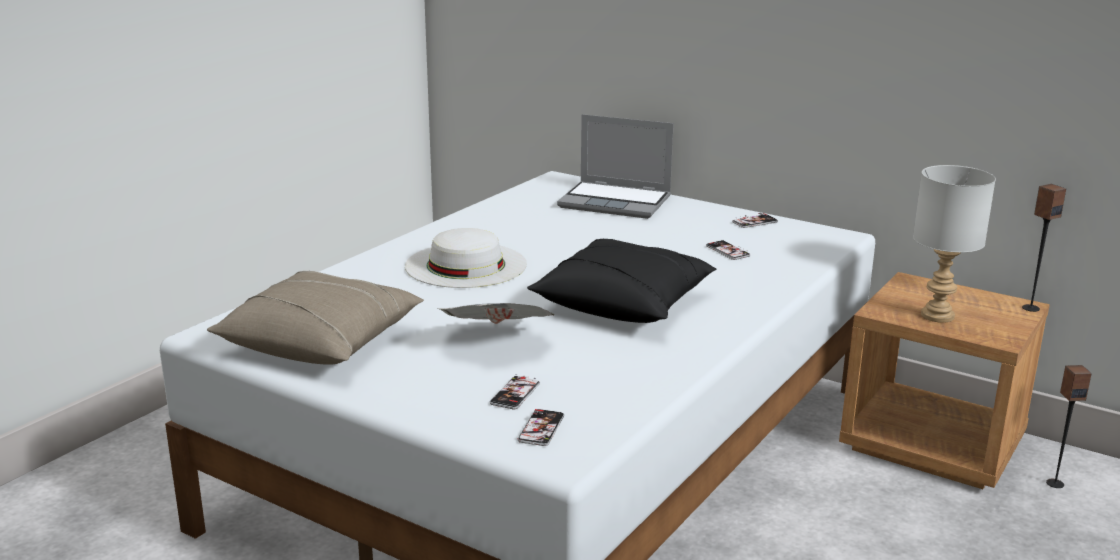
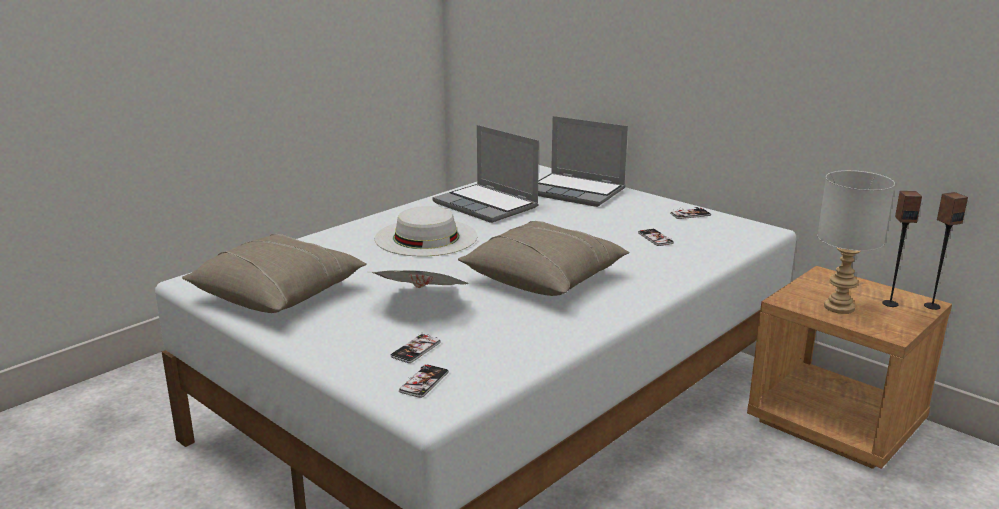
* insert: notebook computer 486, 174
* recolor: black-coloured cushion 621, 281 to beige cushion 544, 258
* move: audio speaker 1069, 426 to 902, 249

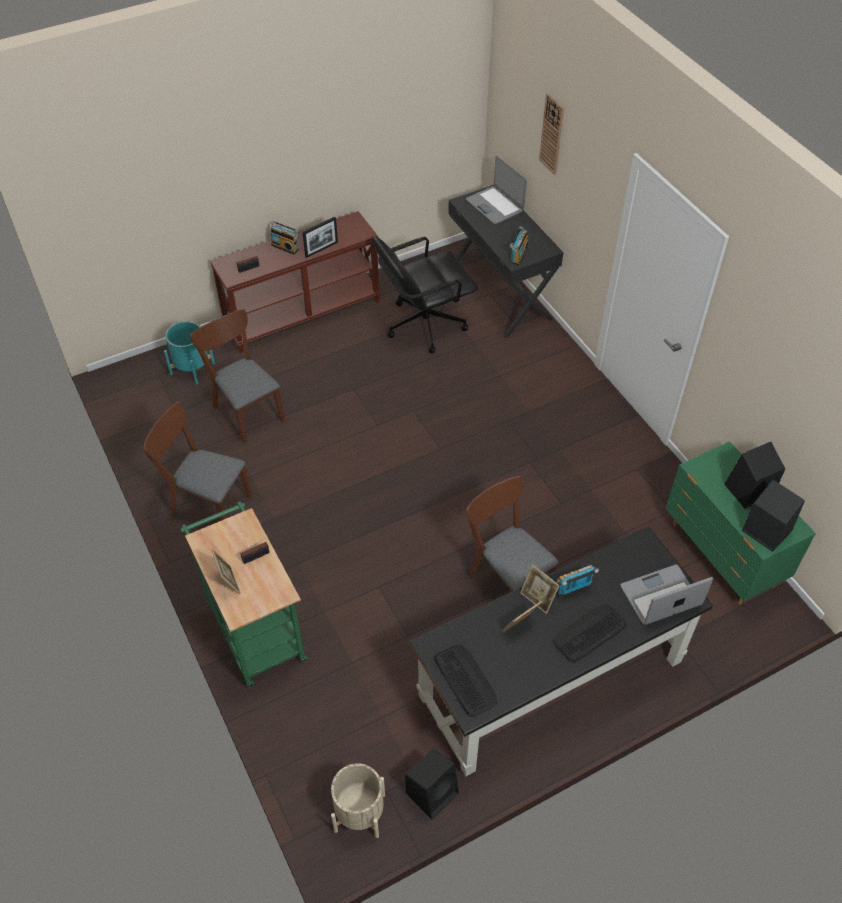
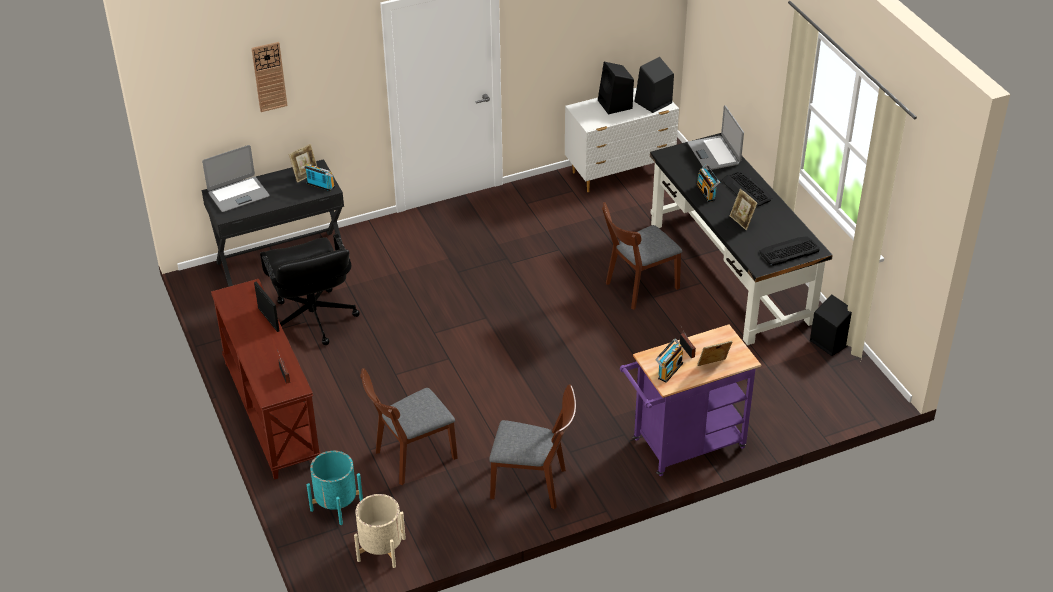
* move: picture frame 540, 589 to 303, 163
* move: beige planter 358, 800 to 380, 531
* rotate: brown upright chair 198, 461 = 532, 447 105 degrees counterclockwise
* recolor: greenish dresser 740, 523 to white-coloured dresser 622, 140
* recolor: greenish wheeled cart 244, 595 to purplish wheeled cart 690, 400
* move: radio receiver 285, 238 to 669, 360

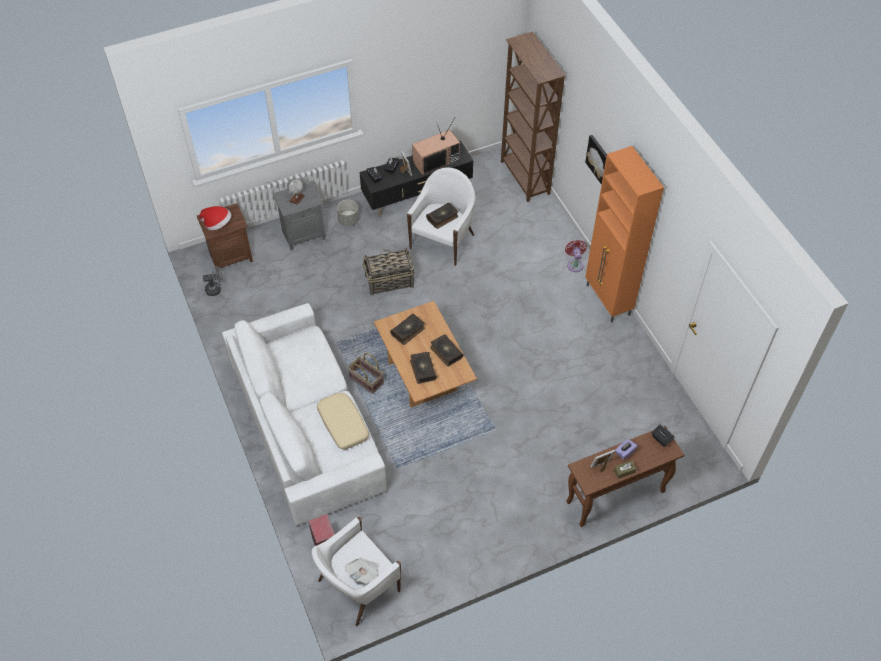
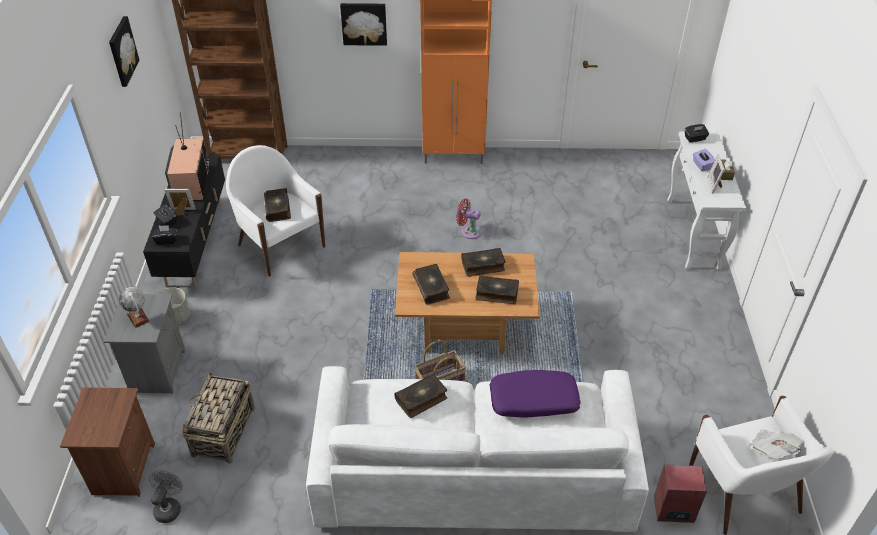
* insert: wall picture 124, 51
* move: storage basket 388, 272 to 218, 418
* insert: bound book 420, 396
* move: red-coloured cooling fan 576, 256 to 469, 219
* recolor: beige cushion 343, 421 to purplish cushion 535, 394
* recolor: brown narrow table 625, 476 to white-coloured narrow table 706, 200
* delete: wearable hat 215, 218

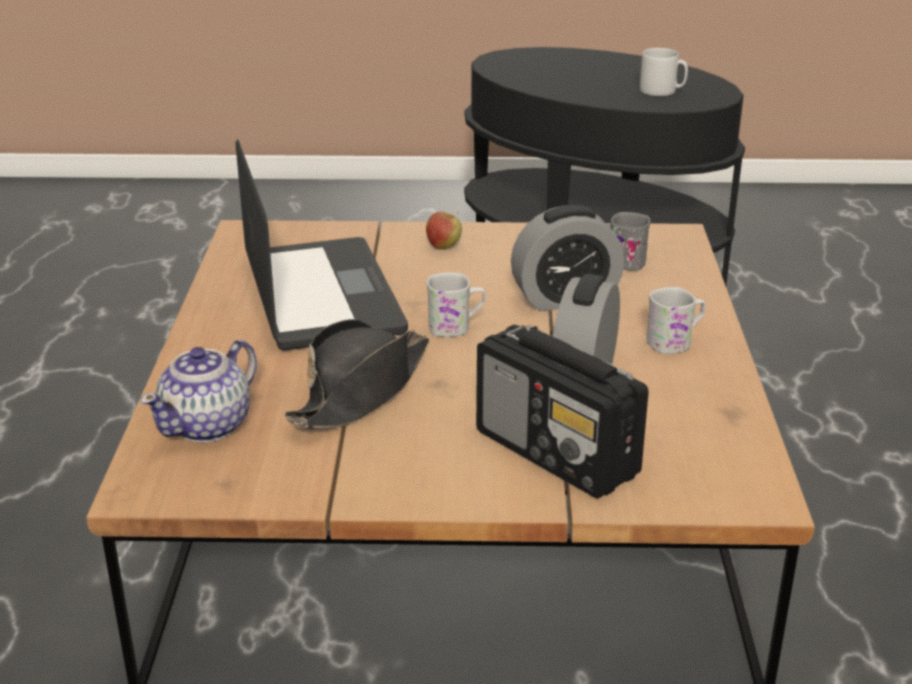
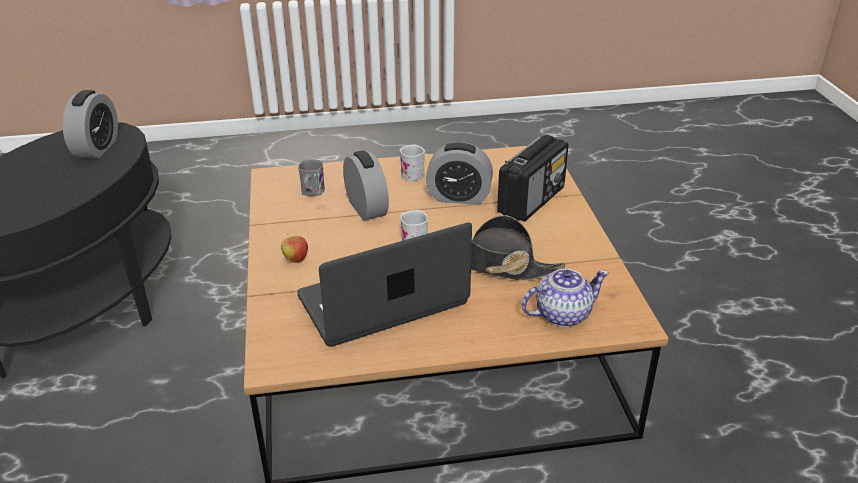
* replace: greyish tea mug 664, 72 to bedside clock 90, 124
* rotate: tea pot 198, 391 = 565, 298 45 degrees counterclockwise

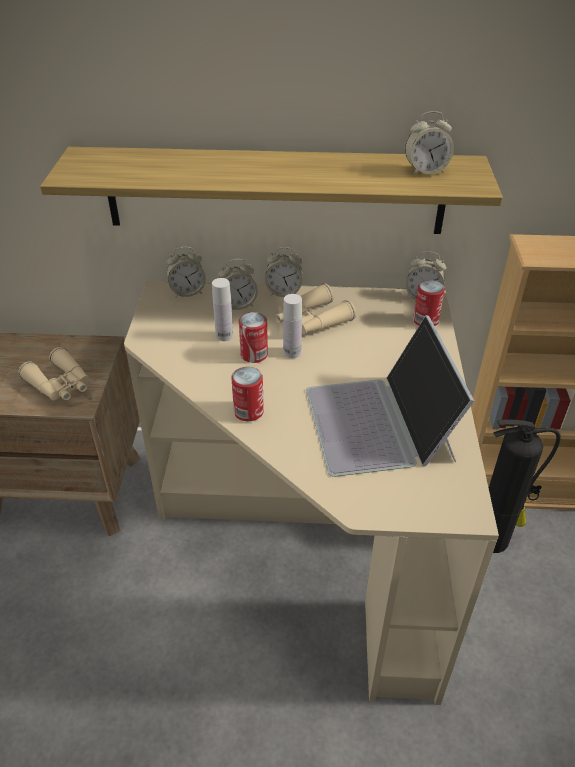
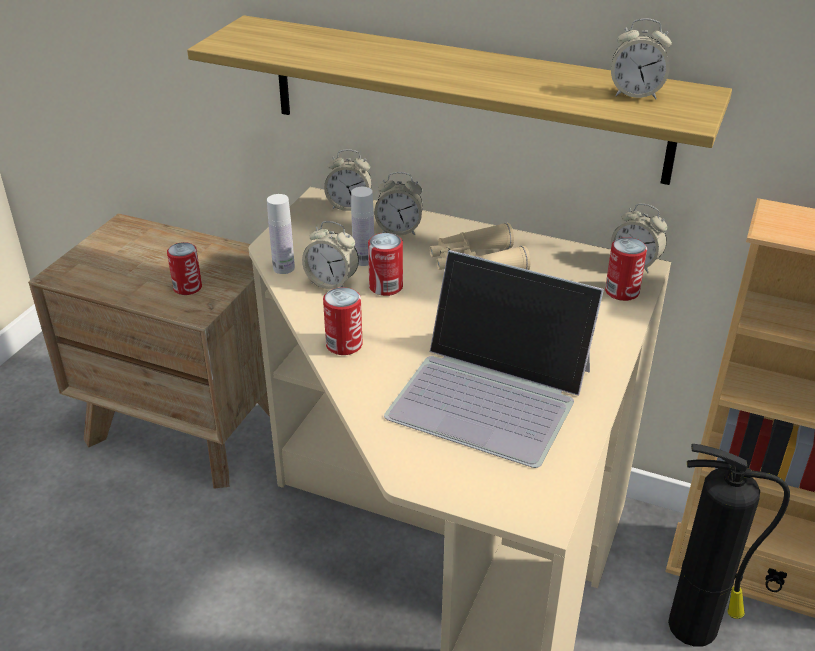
* replace: beige field glasses 54, 374 to sealed can 184, 268
* move: white-coloured drink bottle 292, 326 to 281, 234
* move: bedside clock 283, 272 to 330, 255
* rotate: notebook computer 390, 396 = 494, 359 75 degrees counterclockwise

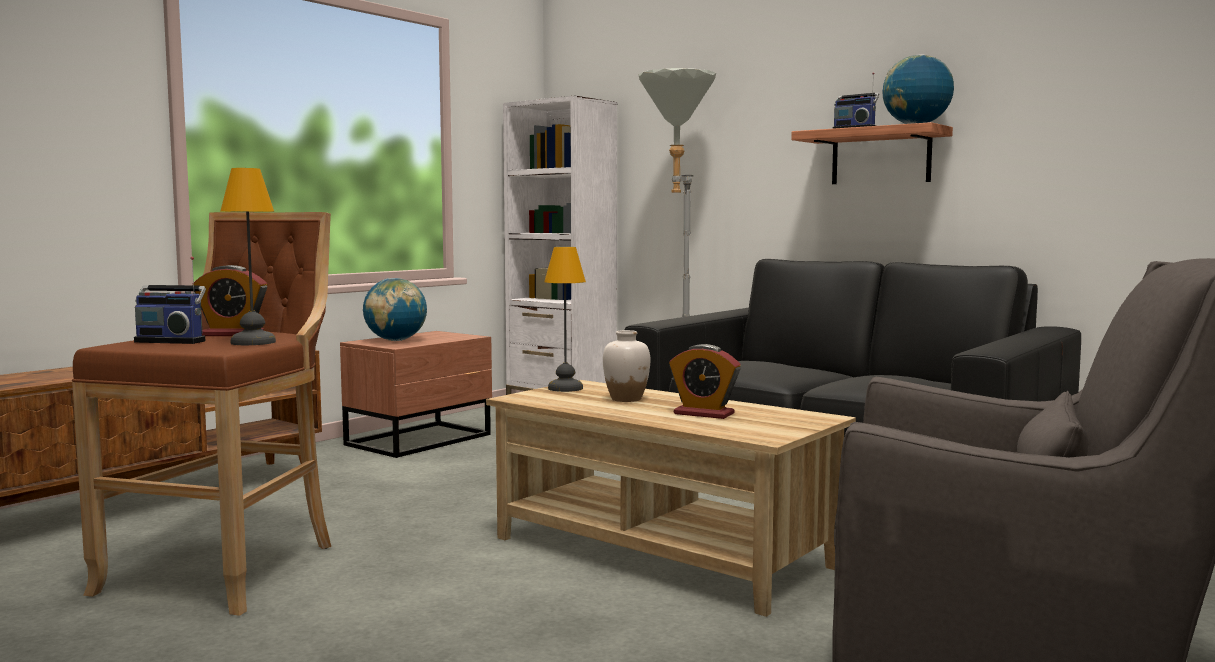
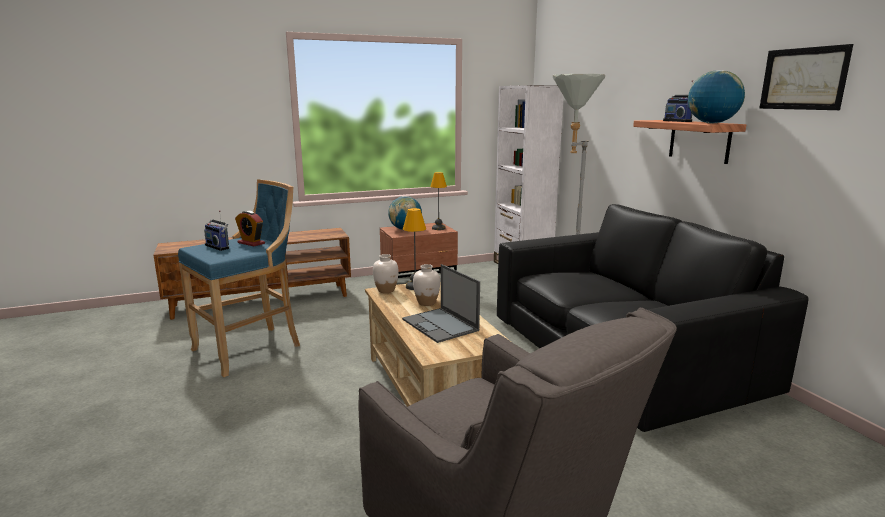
* recolor: brown sitting stool 201, 414 to blue sitting stool 239, 278
* insert: white-coloured decorative vase 386, 273
* replace: bedside clock 705, 381 to notebook computer 441, 303
* move: tabletop lamp 248, 256 to 438, 201
* insert: wall picture 806, 77

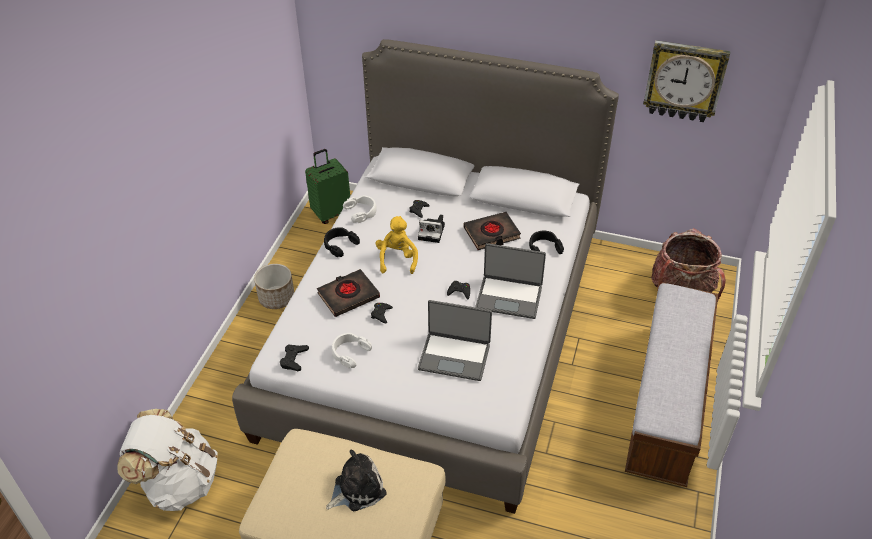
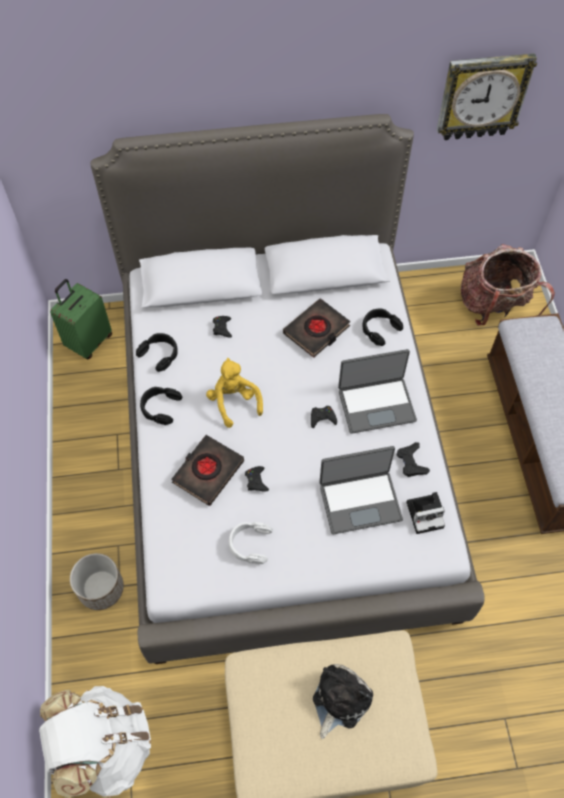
* move: planter 274, 286 to 97, 581
* recolor: white-coloured pair of headphones 360, 209 to black-coloured pair of headphones 157, 352
* move: black-coloured game controller 294, 358 to 413, 459
* move: photo camera 431, 228 to 425, 513

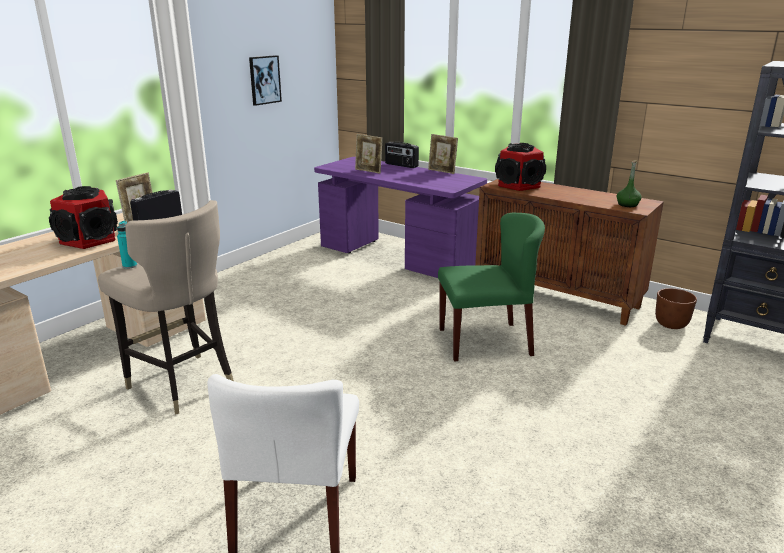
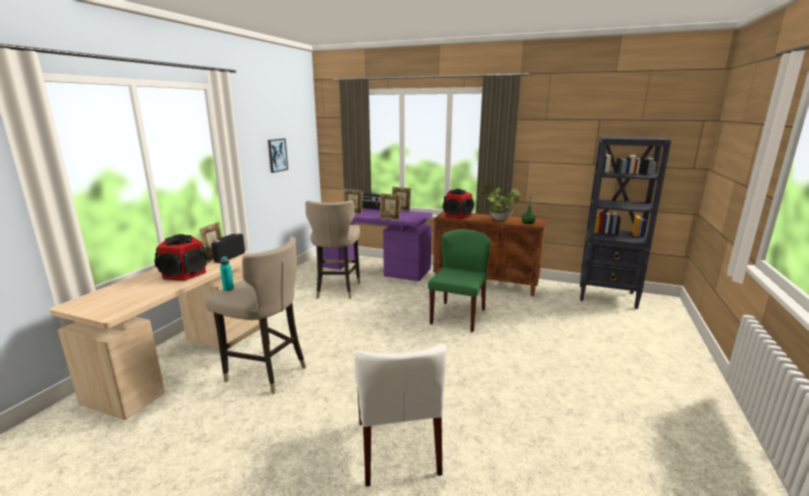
* insert: beige sitting stool 332, 249
* insert: picture frame 390, 206
* rotate: greenish upright chair 491, 287 = 459, 280 45 degrees counterclockwise
* insert: houseplant 499, 203
* delete: brown planter 676, 308

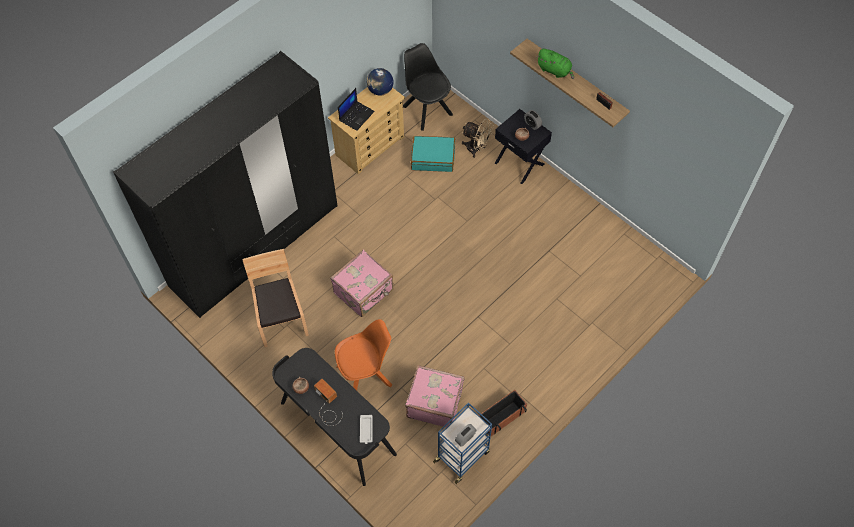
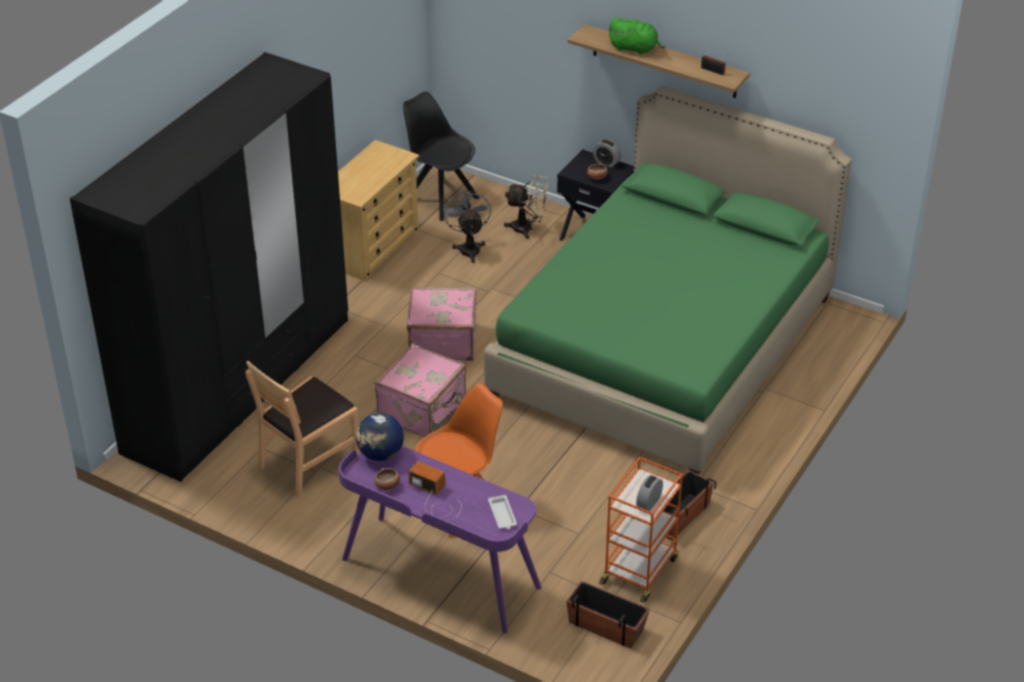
* rotate: brown upright chair 275, 298 = 303, 429 105 degrees counterclockwise
* recolor: black-coloured desk unit 334, 417 to purplish desk unit 440, 539
* move: desk globe 380, 82 to 380, 437
* move: pinkish travel case 434, 396 to 442, 324
* replace: blue-green travel case 433, 154 to greyish cooling fan 467, 226
* insert: greenish bed 668, 280
* insert: planter 608, 615
* recolor: blue wheeled cart 462, 443 to orange wheeled cart 641, 530
* delete: notebook computer 356, 109

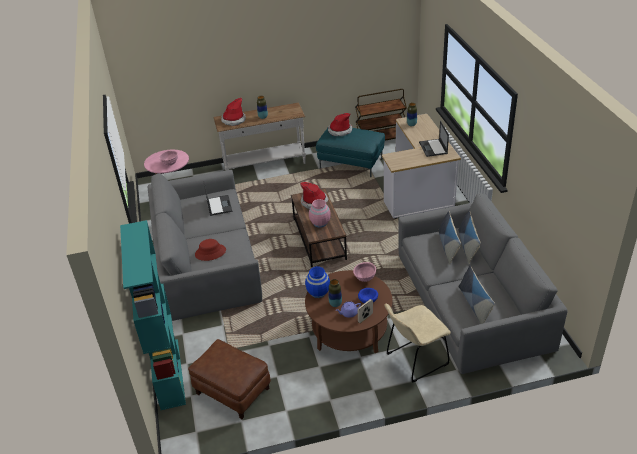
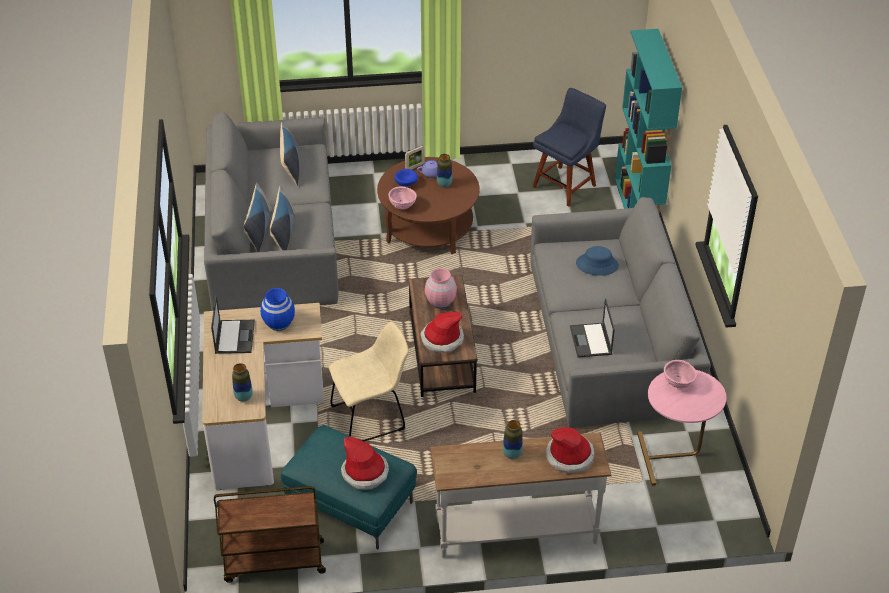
* move: blue decorative vase 317, 282 to 278, 309
* move: beige upright chair 417, 343 to 369, 381
* replace: brown footrest 229, 379 to blue upright chair 569, 147
* recolor: red-coloured wearable hat 210, 250 to blue wearable hat 597, 261

